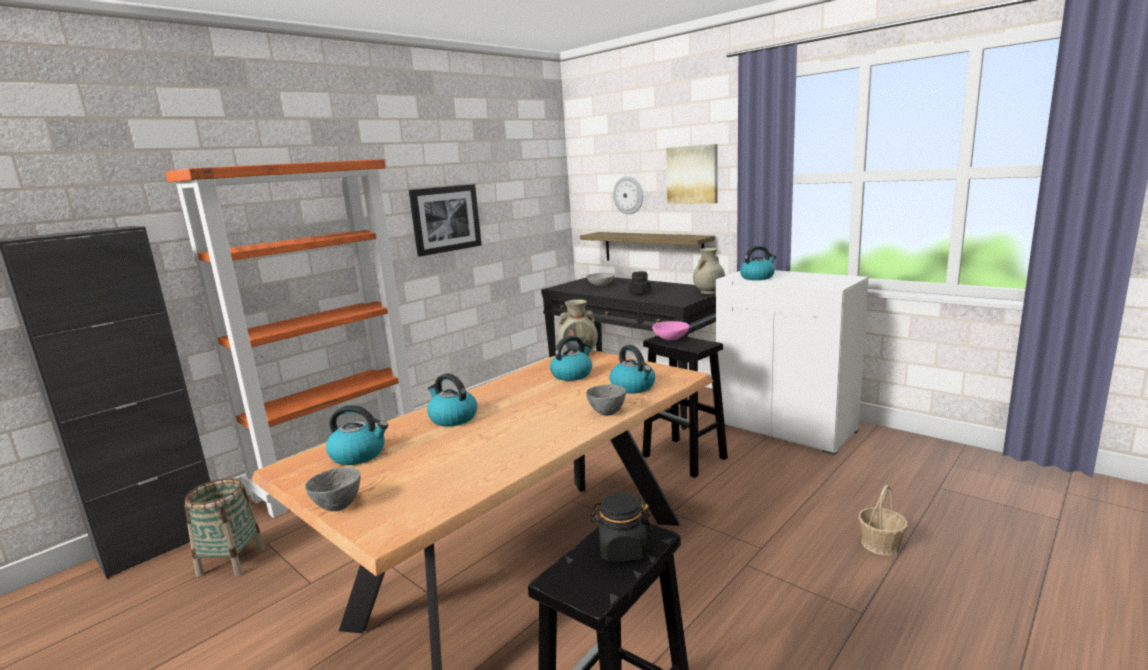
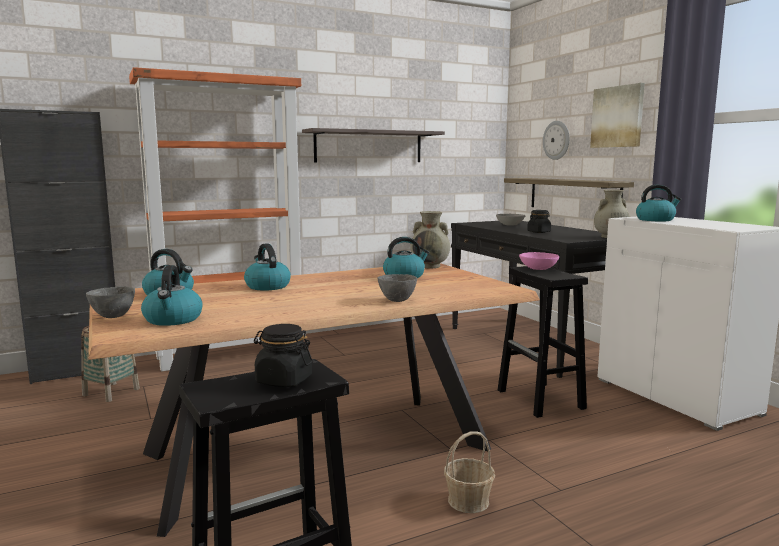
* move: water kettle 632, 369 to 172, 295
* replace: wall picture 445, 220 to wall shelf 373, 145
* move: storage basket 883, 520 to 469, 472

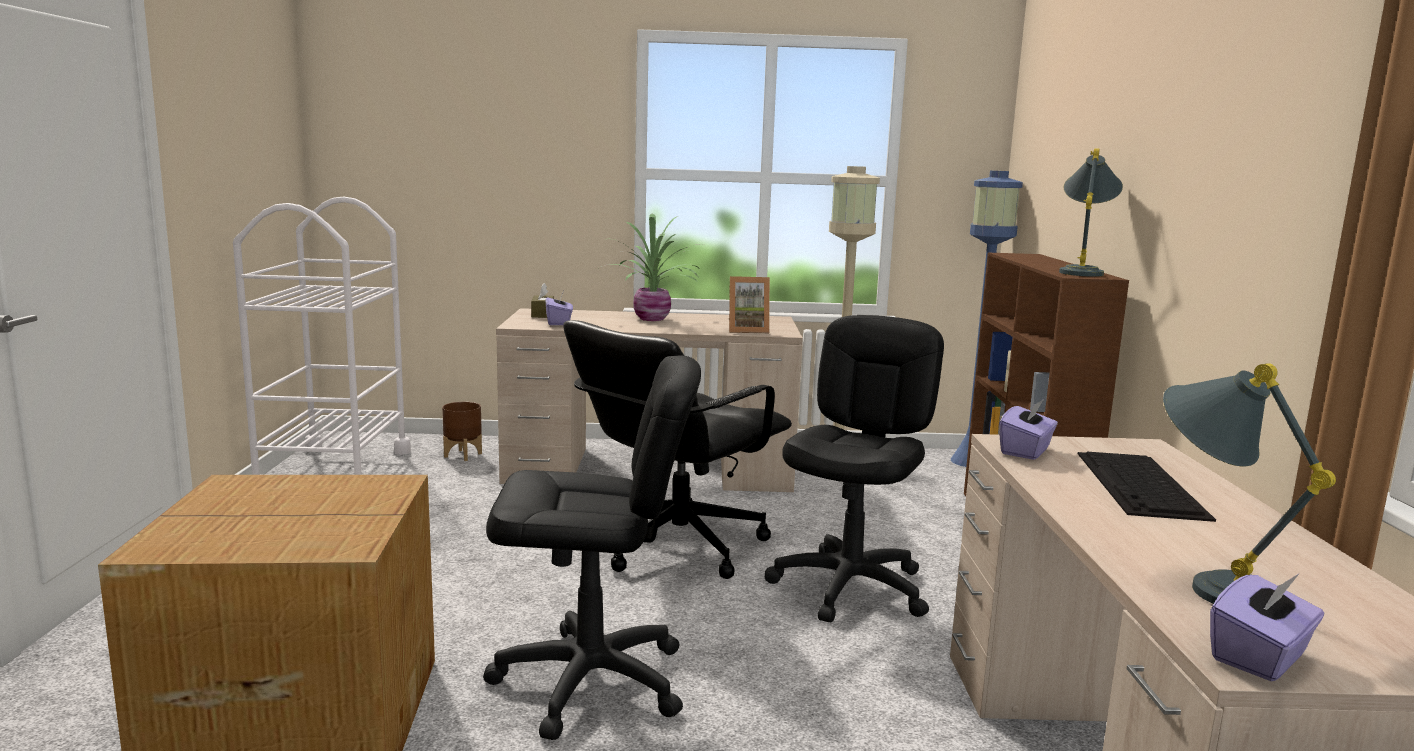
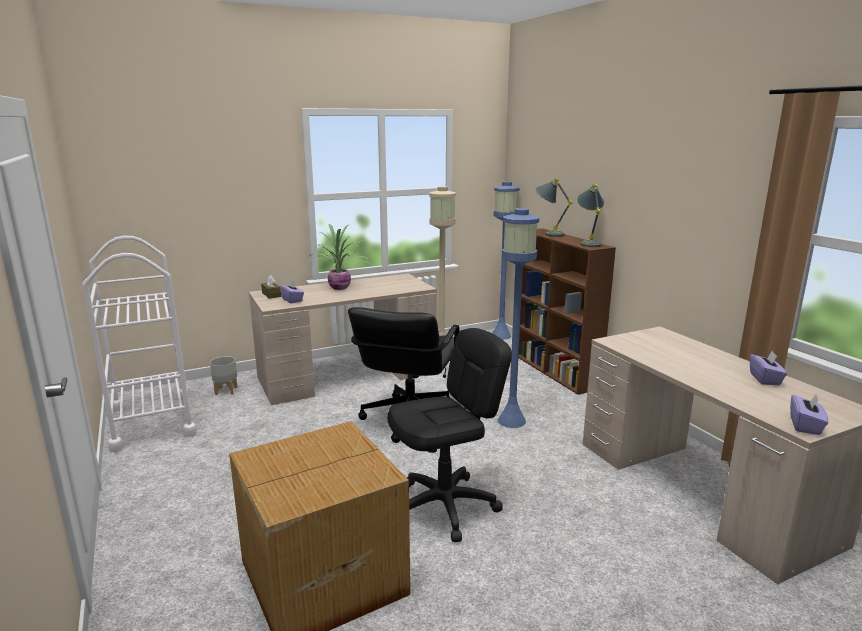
* recolor: brown planter 462, 431 to greyish planter 224, 375
* replace: black-coloured computer chair 854, 468 to blue floor lamp 519, 318
* move: greyish tabletop lamp 1249, 483 to 554, 207
* move: purplish box of tissues 1028, 429 to 768, 368
* delete: picture frame 749, 304
* delete: keyboard 1147, 487

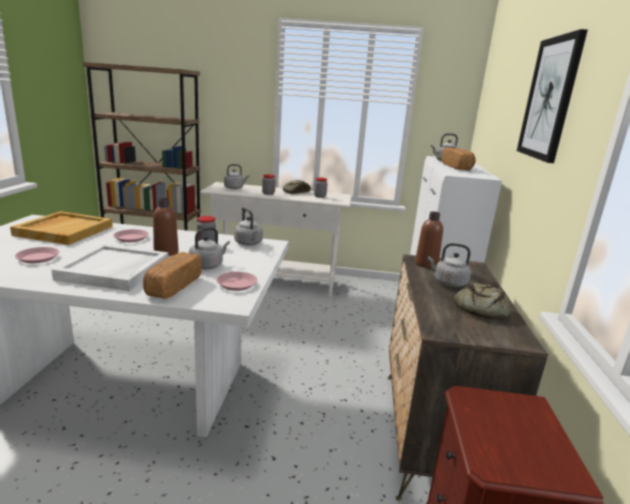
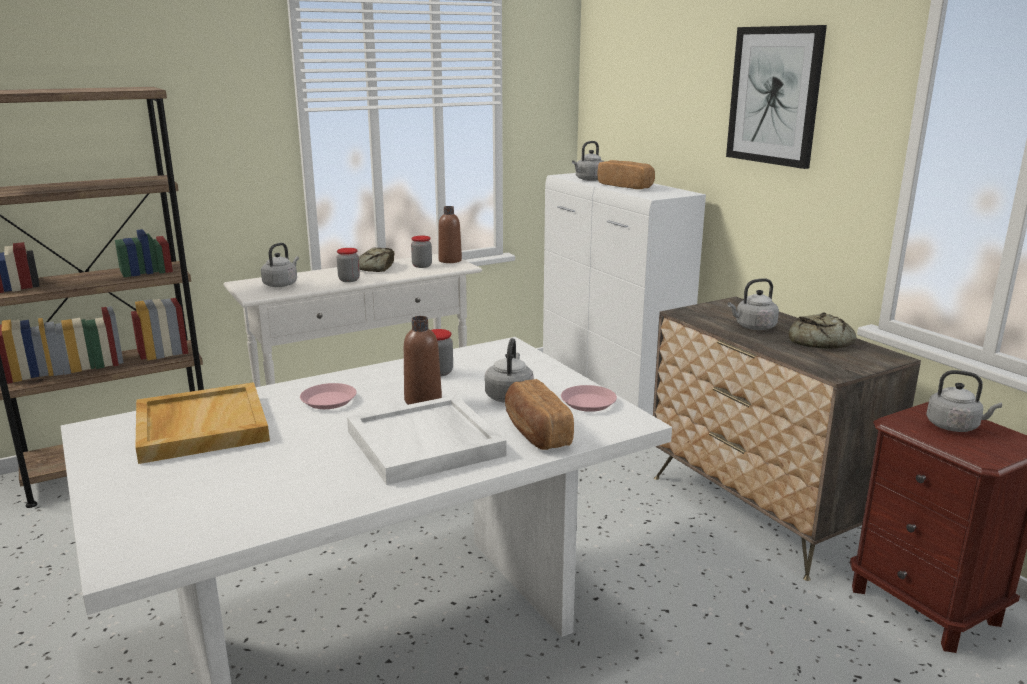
* move: brown drink bottle 429, 240 to 450, 234
* move: greyish water kettle 248, 226 to 964, 401
* delete: pinkish dinner plate 37, 255

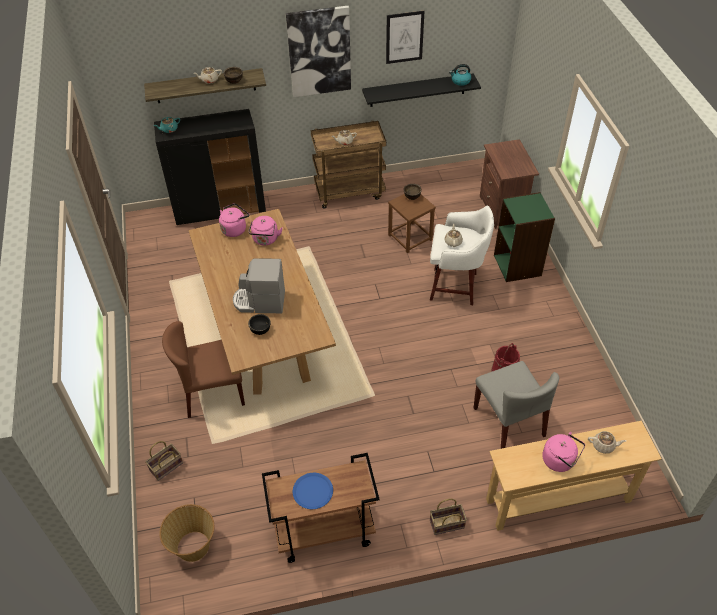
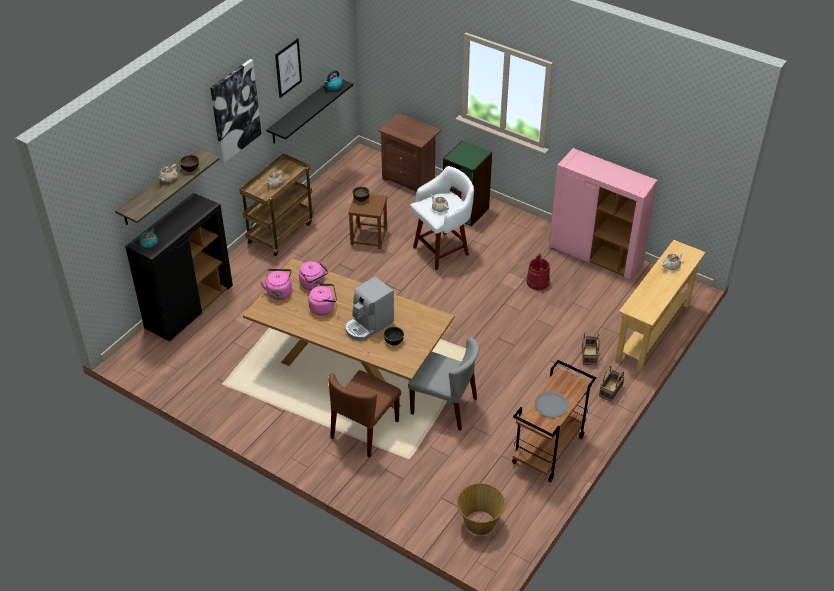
* move: pinkish water kettle 563, 452 to 322, 299
* move: greyish upright chair 516, 405 to 443, 384
* recolor: blue dinner plate 313, 491 to greyish dinner plate 552, 404
* insert: pinkish cabinet 603, 214
* move: storage basket 164, 461 to 591, 349

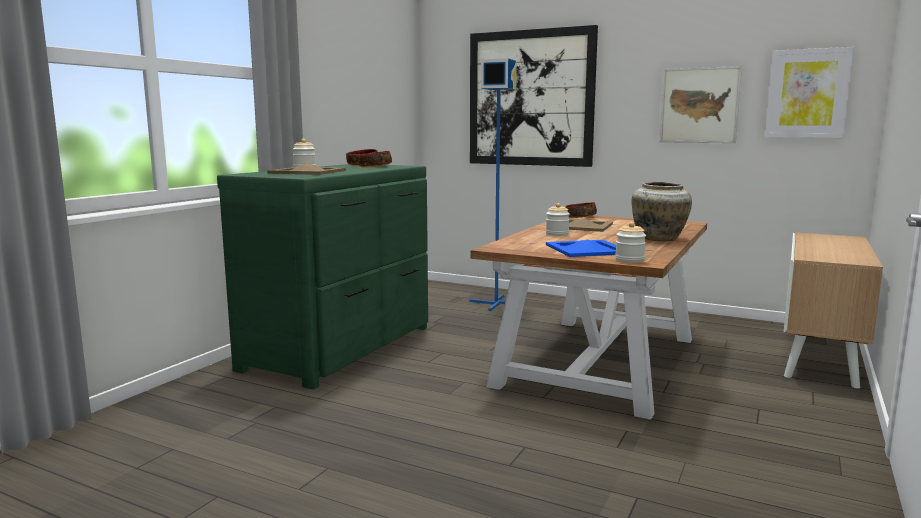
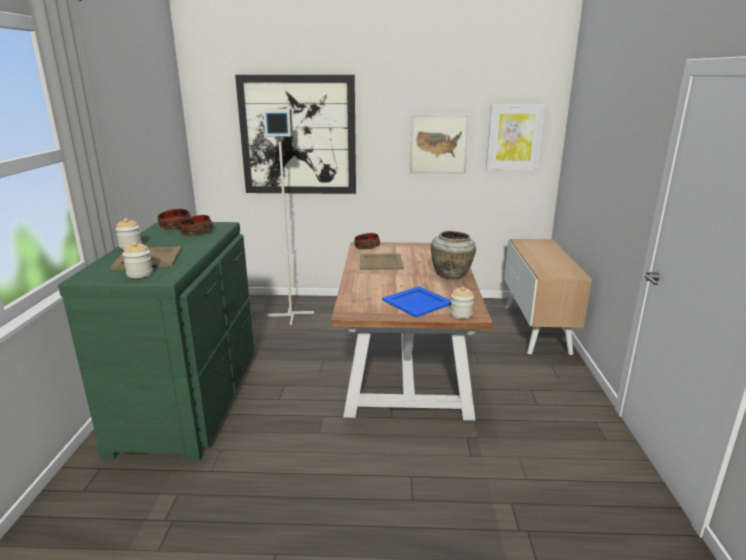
* move: jar 558, 219 to 137, 260
* recolor: blue floor lamp 493, 184 to greyish floor lamp 288, 216

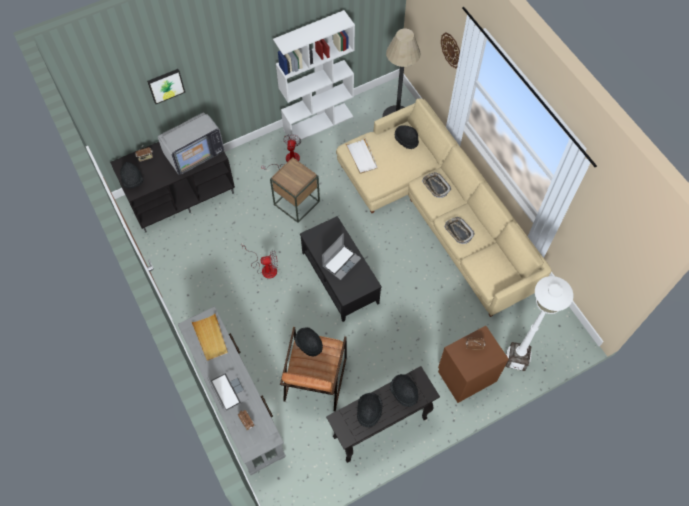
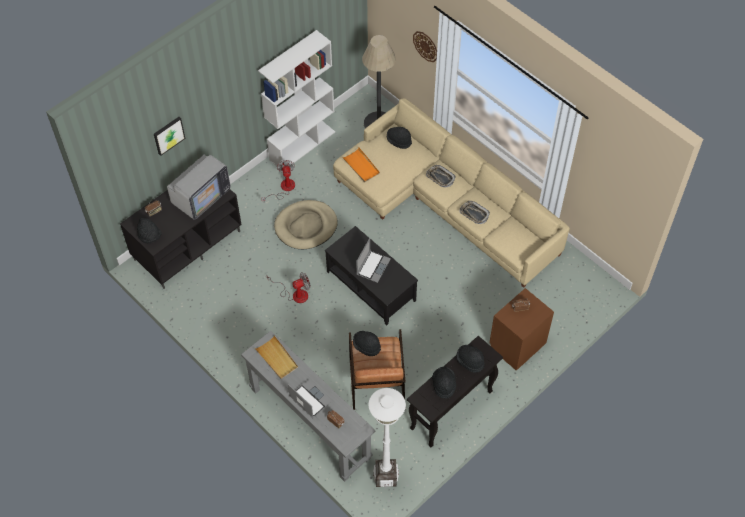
* replace: brown side table 295, 190 to beige pet bed 306, 224
* recolor: white-coloured tray 361, 156 to orange tray 361, 165
* move: white-coloured floor lamp 539, 323 to 387, 437

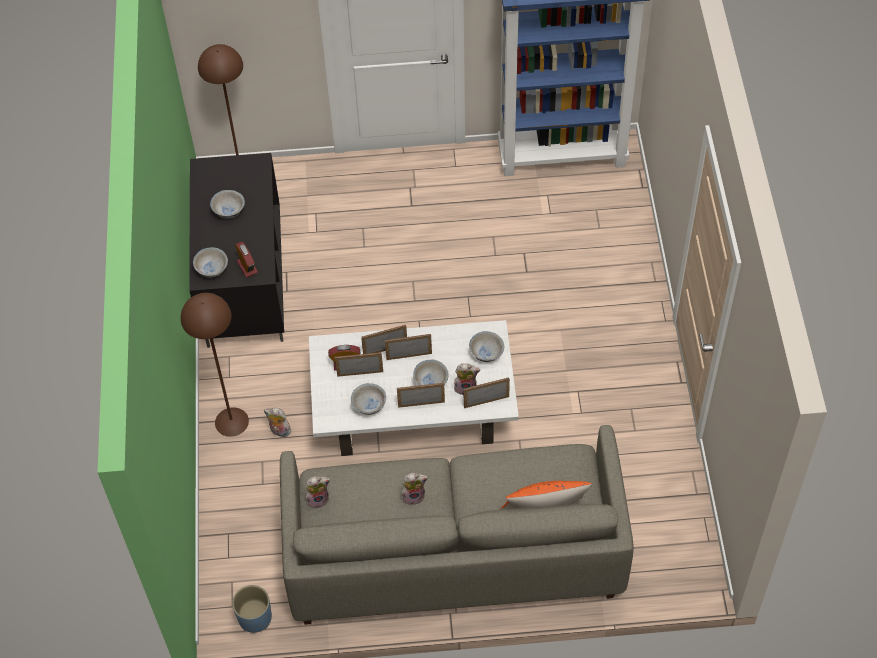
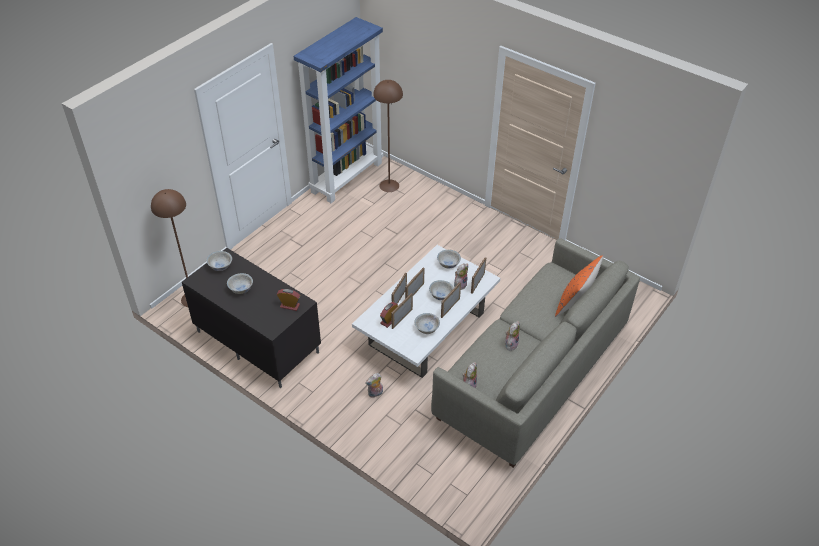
* move: white-coloured deep dish 210, 262 to 219, 261
* move: brown floor lamp 215, 365 to 388, 136
* delete: blue planter 252, 609

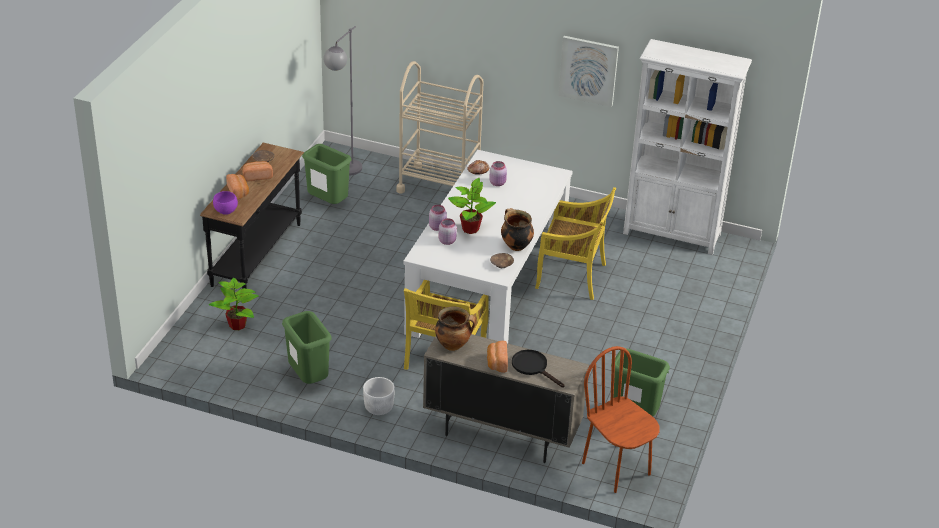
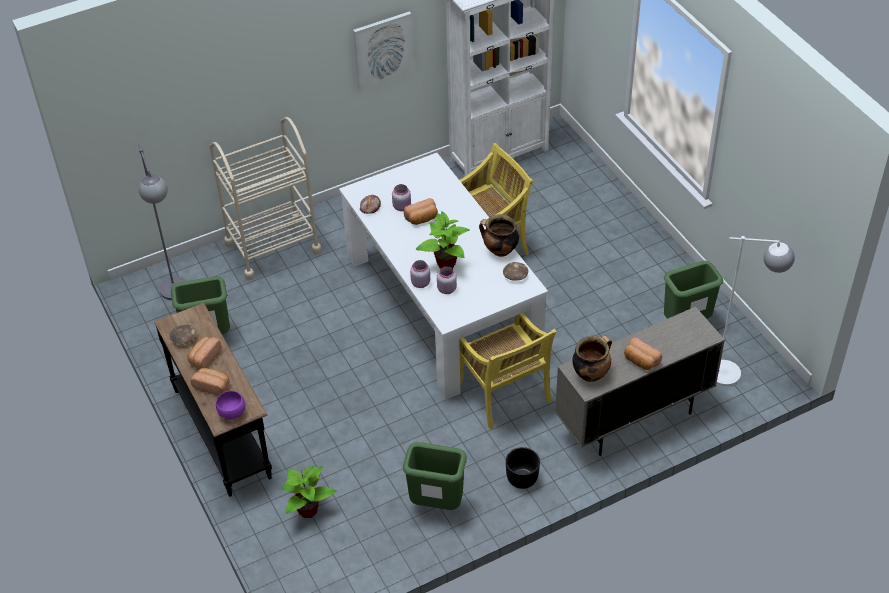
* insert: bakery bread 421, 211
* recolor: white-coloured planter 379, 396 to black-coloured planter 523, 468
* replace: brown upright chair 621, 419 to white-coloured floor lamp 755, 311
* delete: black-coloured frying pan 538, 368

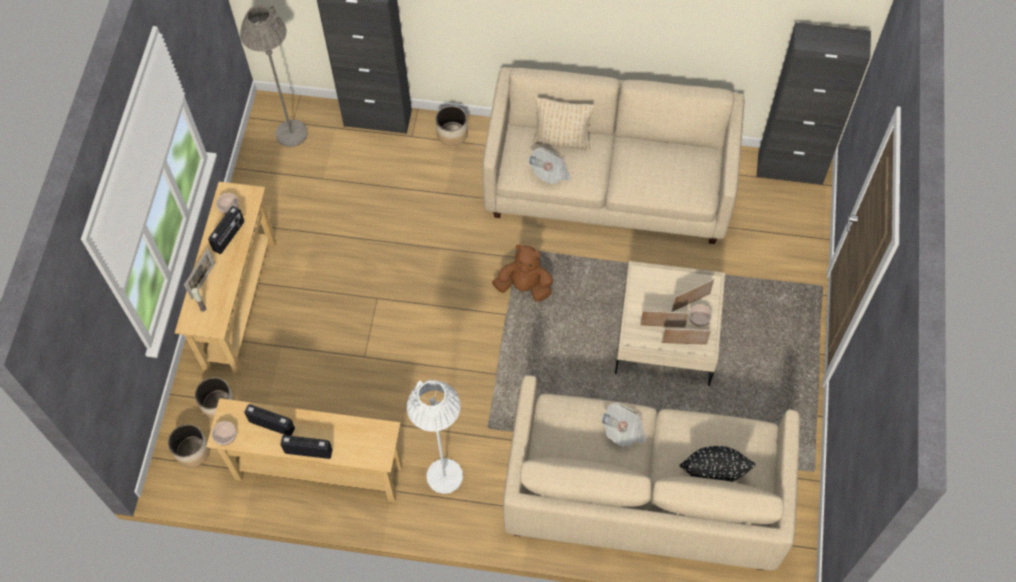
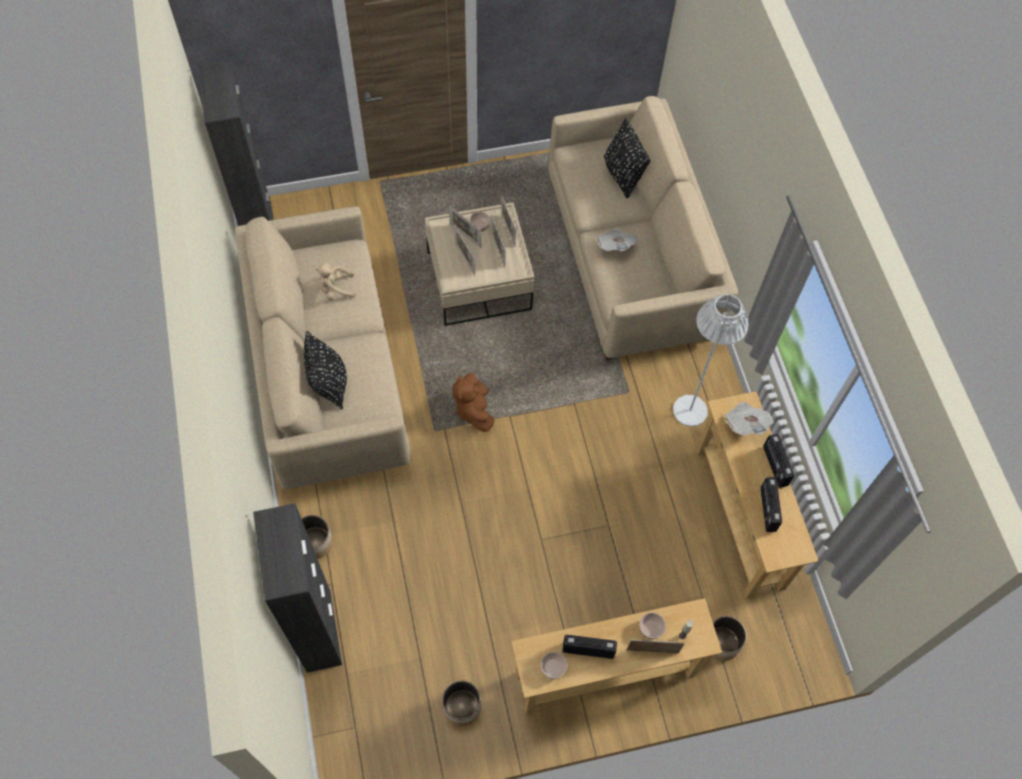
* recolor: beige cushion 563, 124 to black-coloured cushion 325, 370
* insert: beige soft toy 335, 281
* move: planter 189, 445 to 461, 703
* insert: picture frame 465, 251
* move: deep dish 224, 433 to 653, 626
* move: daily paper 549, 165 to 749, 418
* delete: greyish floor lamp 274, 76

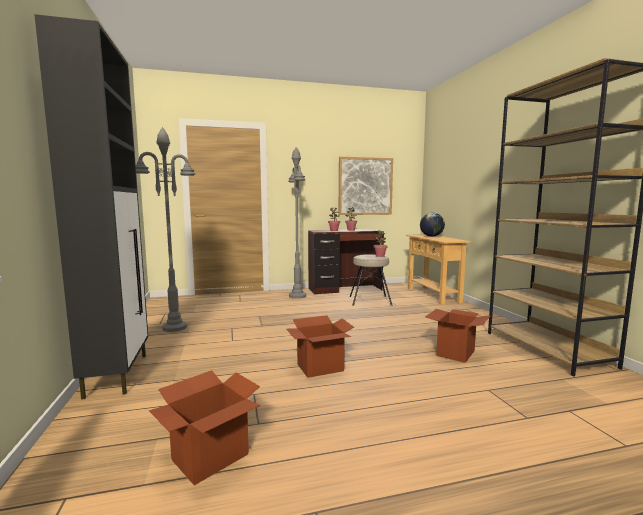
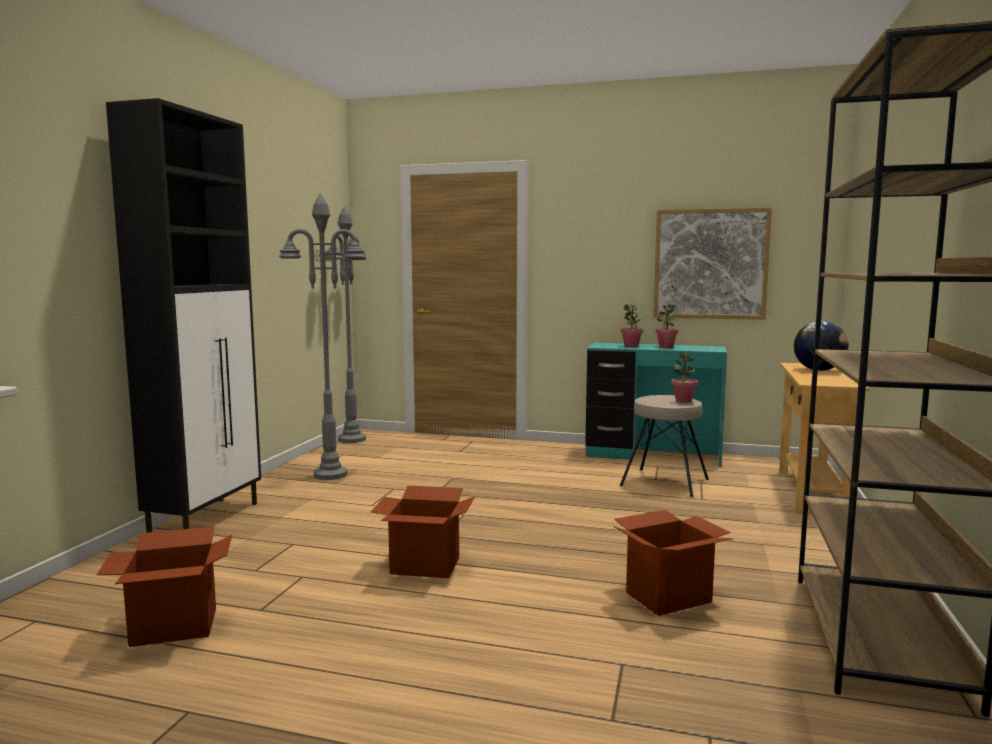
* move: greyish floor lamp 297, 223 to 346, 324
* recolor: brown desk unit 346, 261 to blue-green desk unit 656, 405

